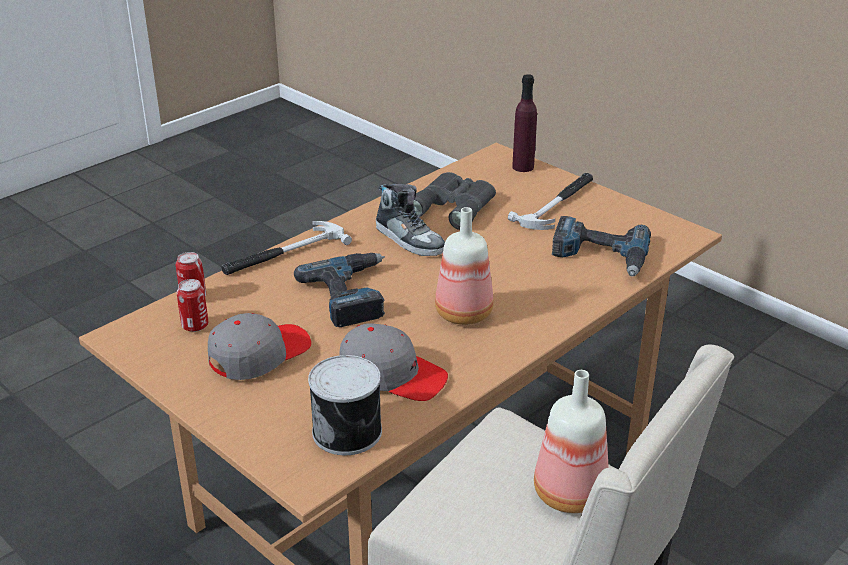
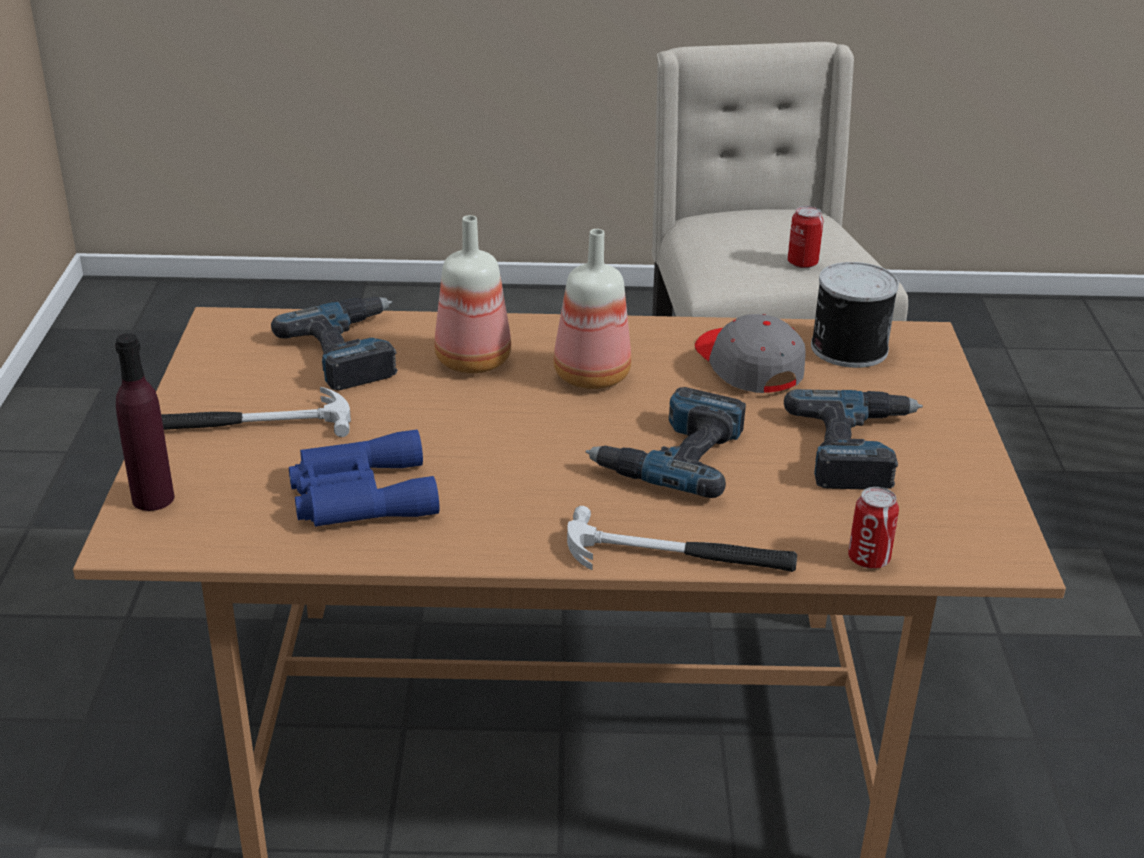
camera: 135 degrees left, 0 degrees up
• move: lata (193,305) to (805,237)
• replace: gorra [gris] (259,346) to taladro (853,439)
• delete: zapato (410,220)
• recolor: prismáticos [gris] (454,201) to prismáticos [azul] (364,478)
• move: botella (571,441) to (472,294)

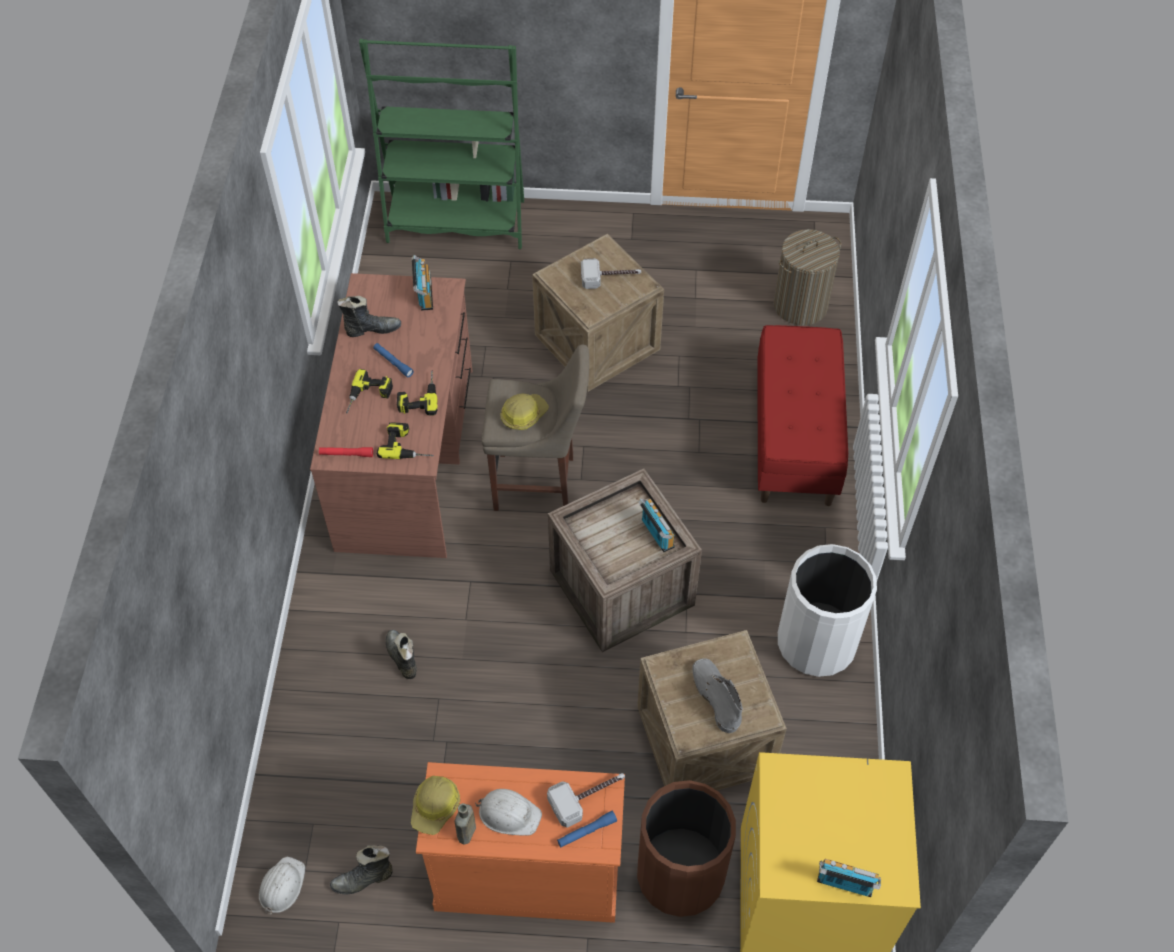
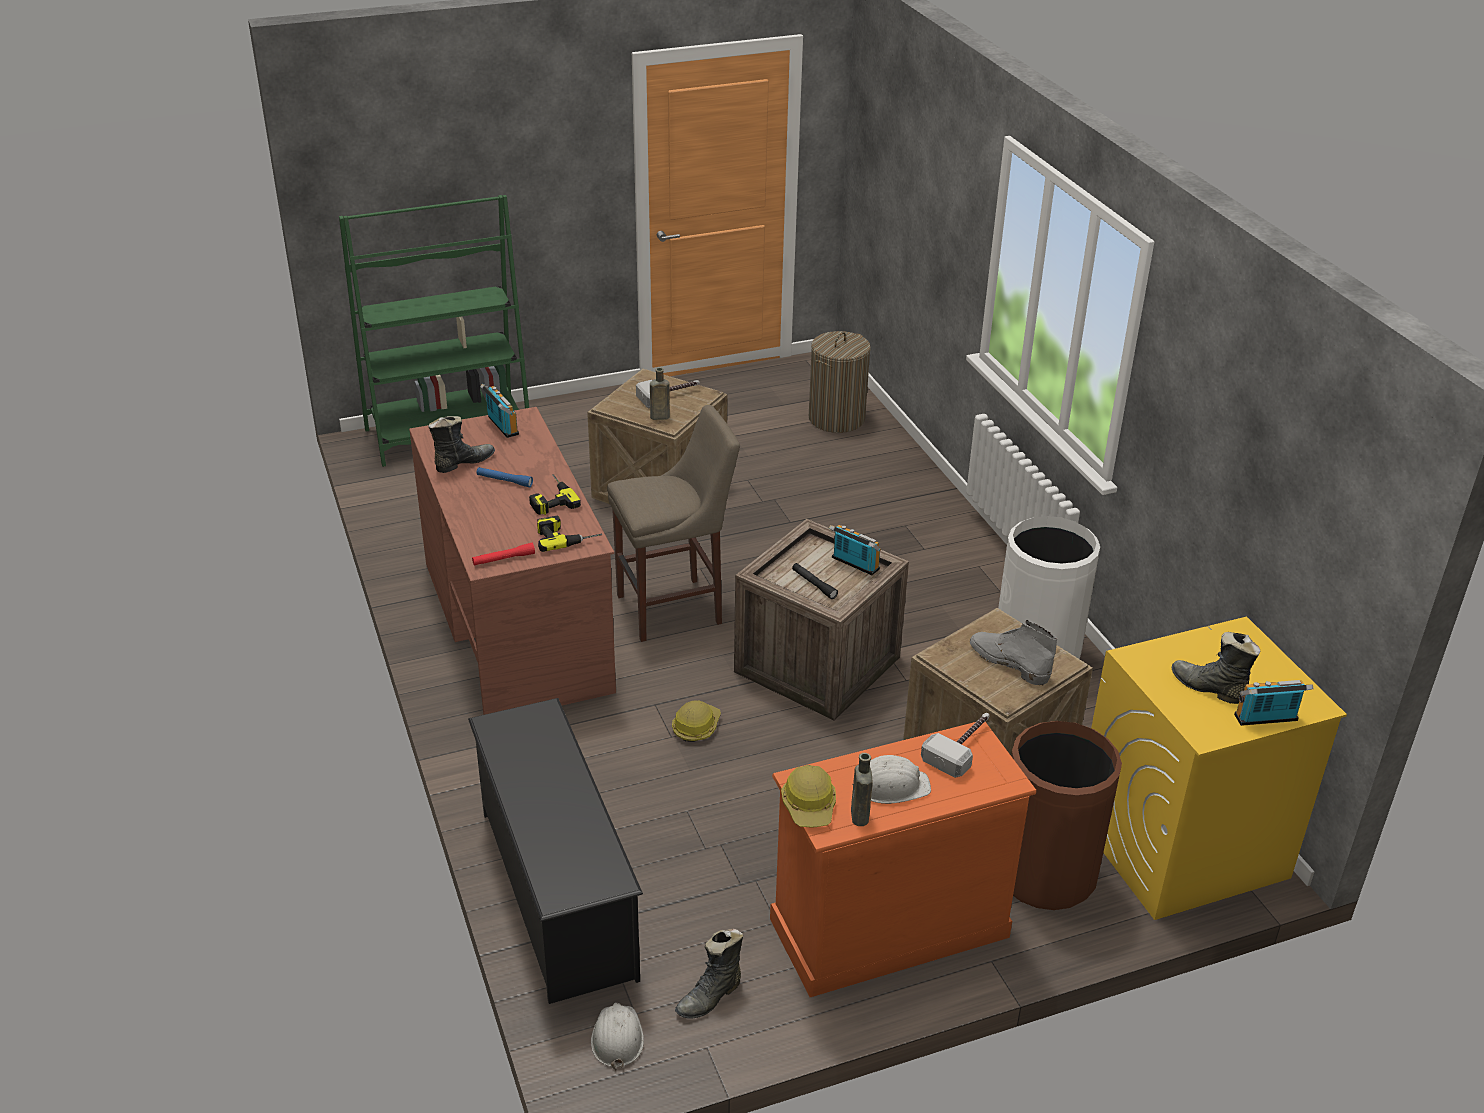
camera: 25 degrees left, 20 degrees down
• delete: taladro (369,391)
• move: bota [negro] (401,654) to (1216,668)
• move: casco (524,412) to (696,721)
• delete: linterna [azul] (587,829)
• delete: banco [rojo] (802,415)
• insert: zapatero [negro] (555,851)
• insert: botella [marrón] (660,393)
• insert: linterna [negro] (815,581)

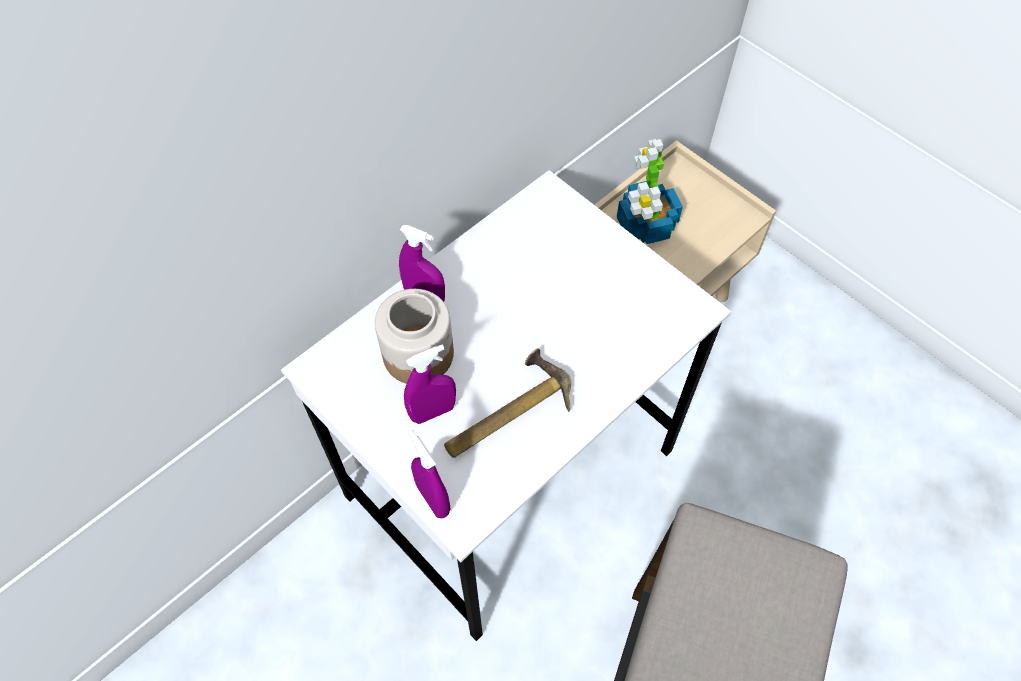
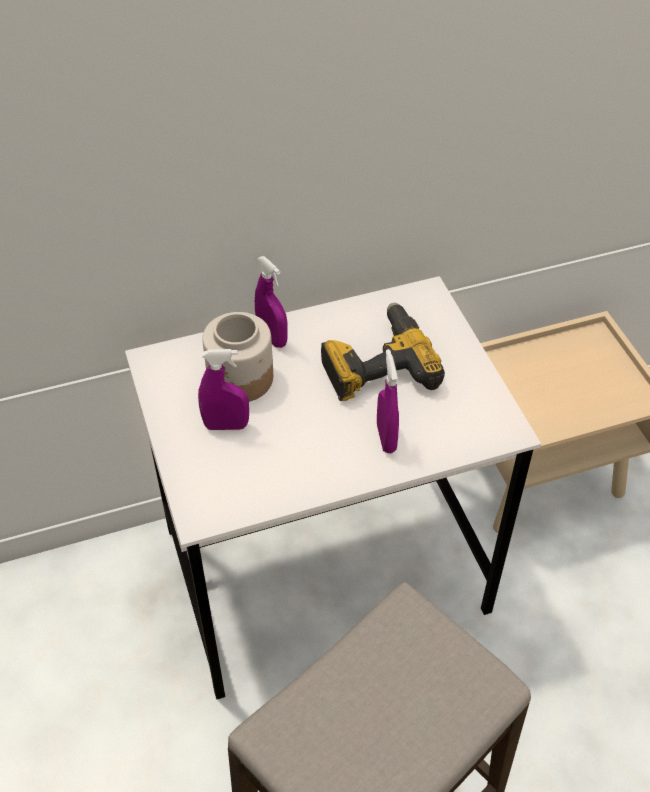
camera: 25 degrees right, 10 degrees down
• move: pulverizador [morado] (429,474) to (388,401)
• delete: martillo (507,403)
• delete: planta en maceta (650,191)
• insert: taladro (383,352)

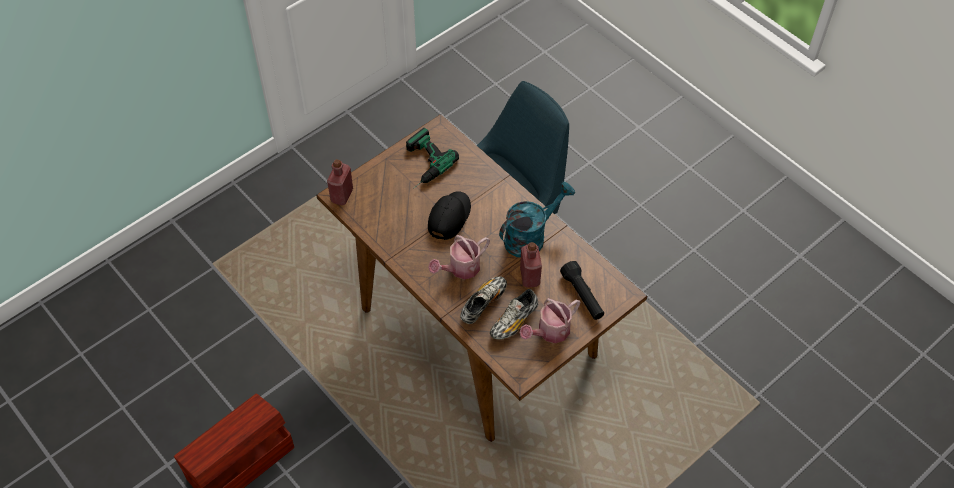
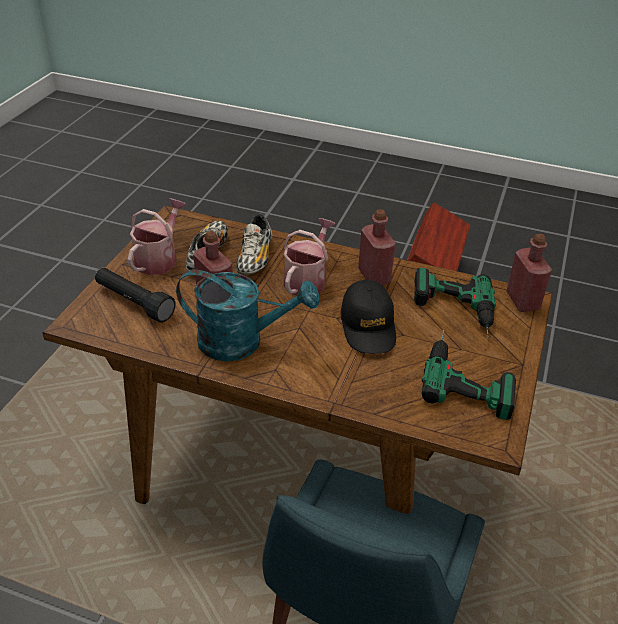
camera: 150 degrees right, 15 degrees down
• rotate: regadera [turquesa] (537,220) = (247,315) 105 degrees counterclockwise
• insert: botella [rojo] (377,247)
• insert: taladro (455,303)

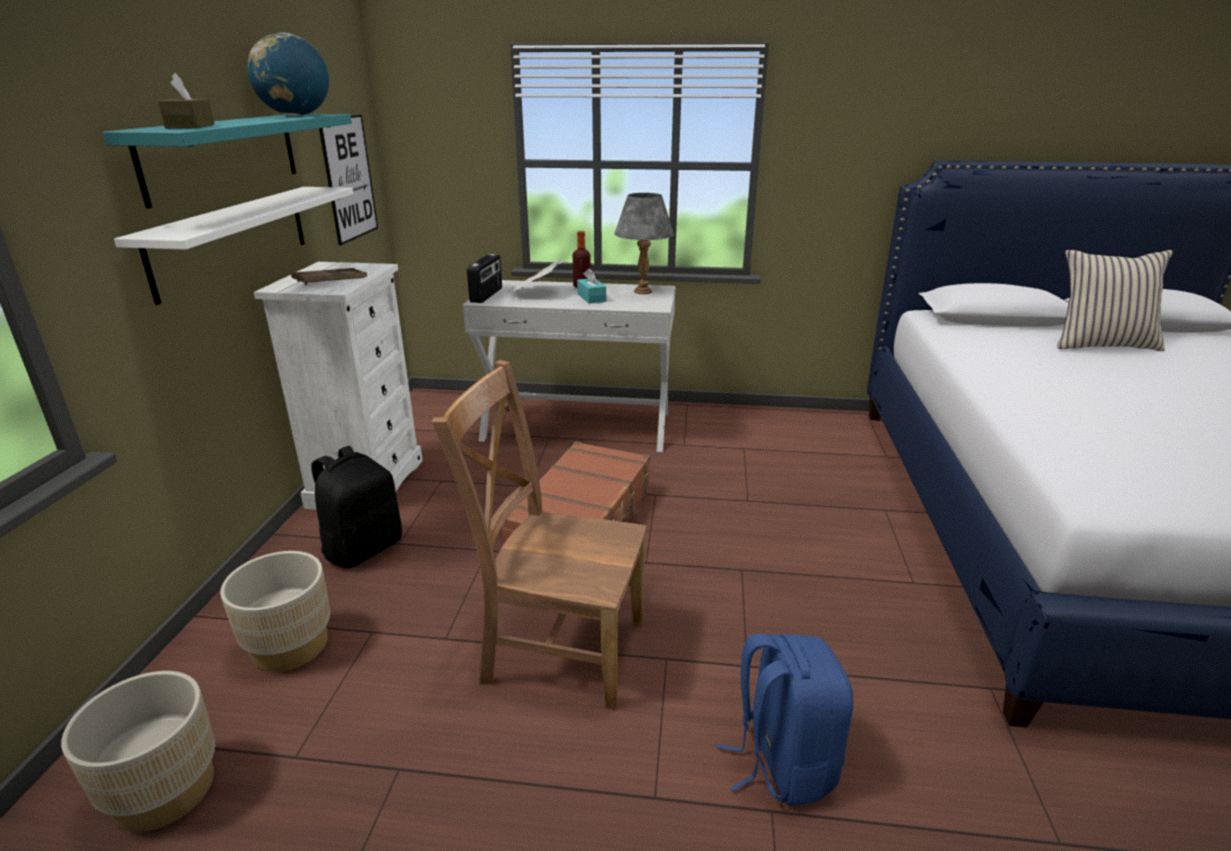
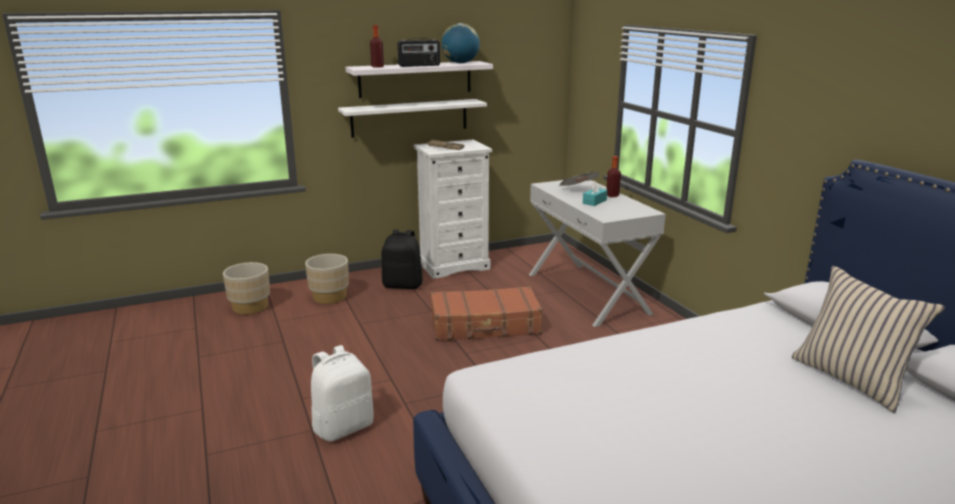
camera: 60 degrees right, 5 degrees down
• recolor: estante [turquesa] (227,161) to estante [blanco] (419,79)
• replace: caja de pañuelos [marrón] (186,101) to botella (377,46)
• delete: cuadro (348,180)
• delete: silla [marrón] (539,535)
• move: radio (484,278) to (419,52)
• delete: lámpara de mesa [gris] (644,243)
• recolor: mochila [azul] (785,720) to mochila [blanco] (342,393)

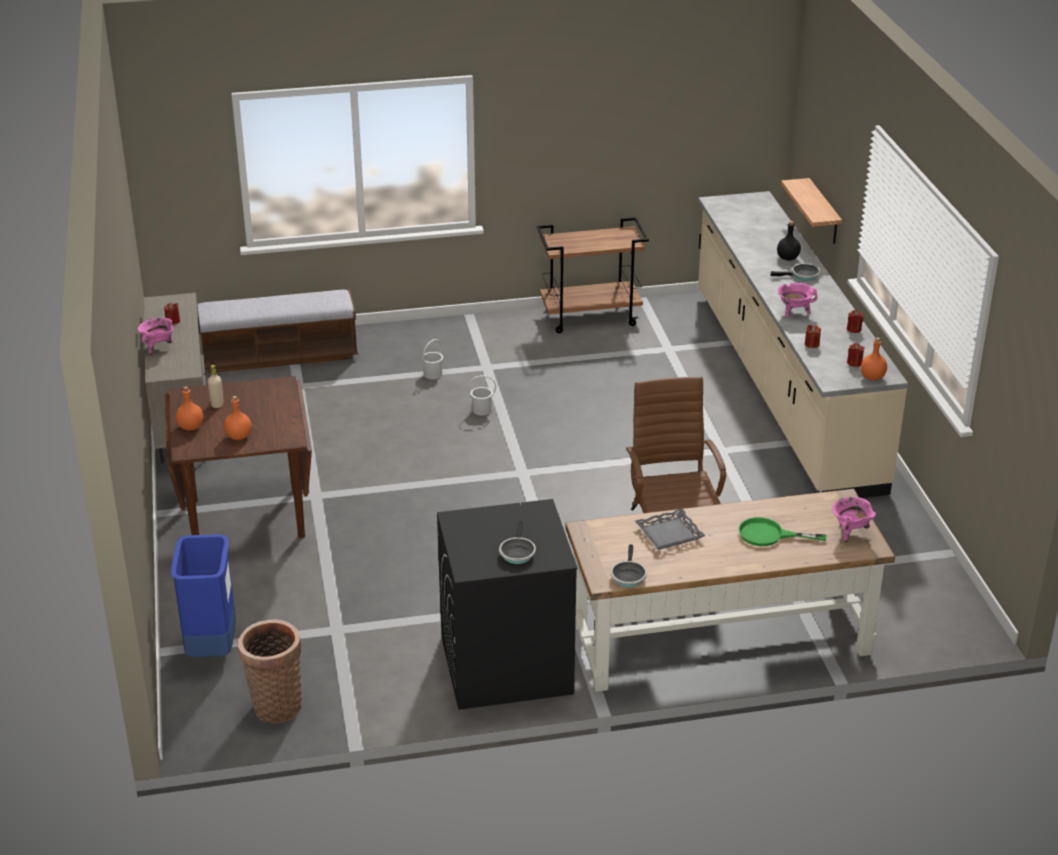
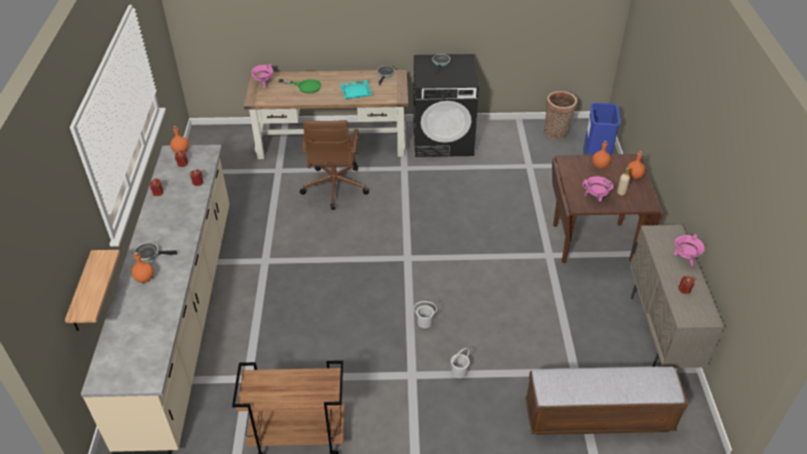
camera: 170 degrees left, 10 degrees up
• recolor: bandeja [gris] (670,529) to bandeja [turquesa] (356,89)
• recolor: botella [negro] (789,241) to botella [naranja] (143,267)
• move: olla [rosa] (797,300) to (597,189)

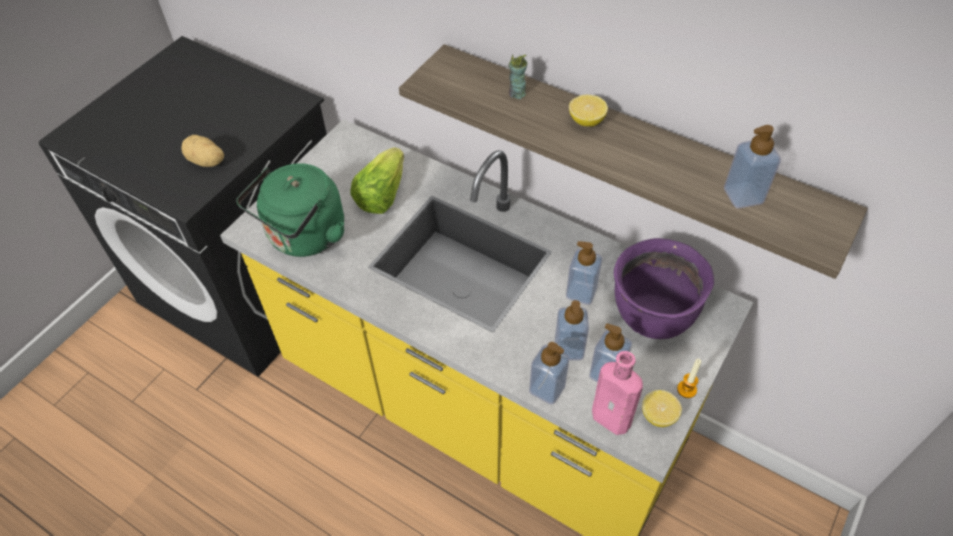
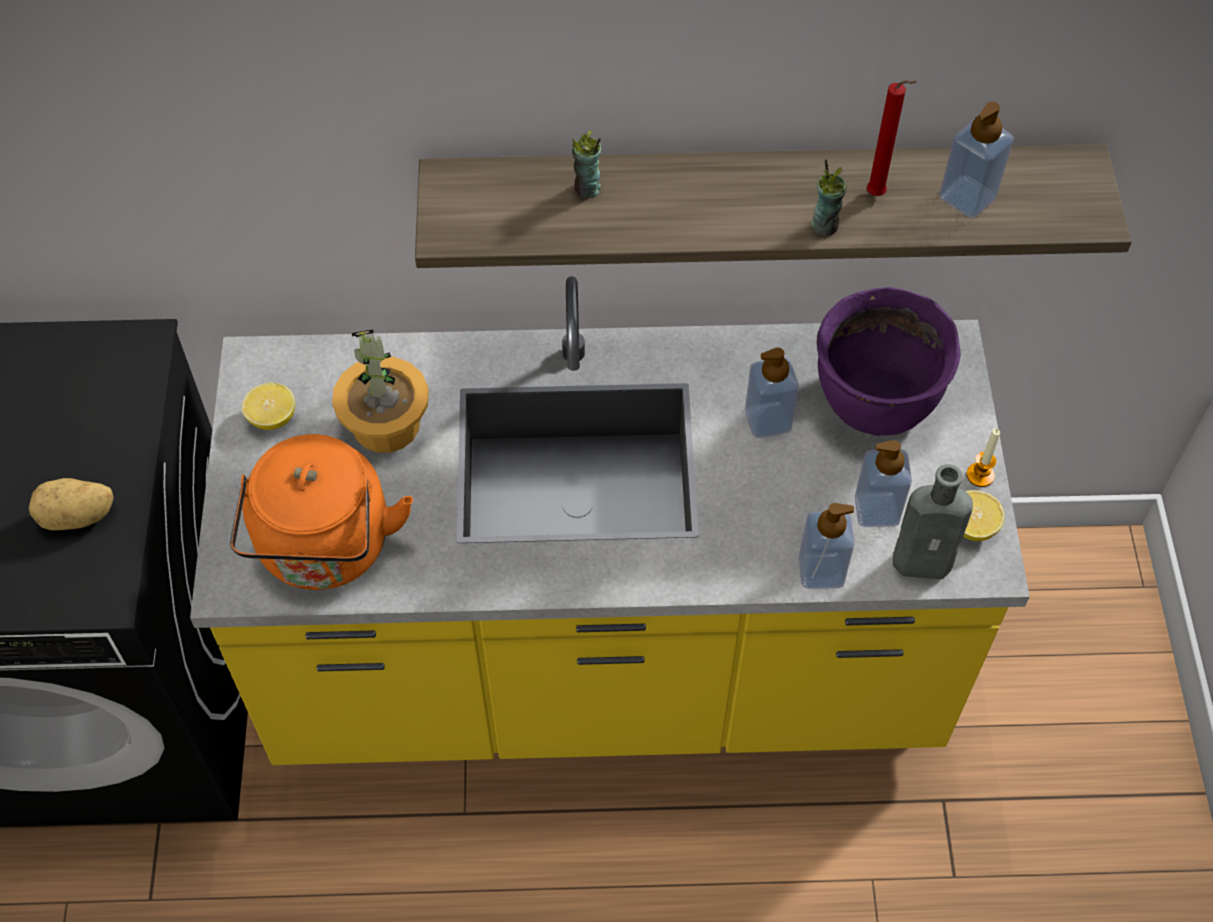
camera: 35 degrees left, 5 degrees up
• recolor: hervidor [verde] (290,210) to hervidor [naranja] (321,512)
• replace: lechuga (377,180) to planta en maceta (380,391)
• delete: dispensador de jabón (572,330)
• move: limón (588,111) to (268,406)
• recolor: botella [rosa] (617,393) to botella [gris] (933,521)
• insert: taza (829,197)
• insert: vela [rojo] (892,138)

